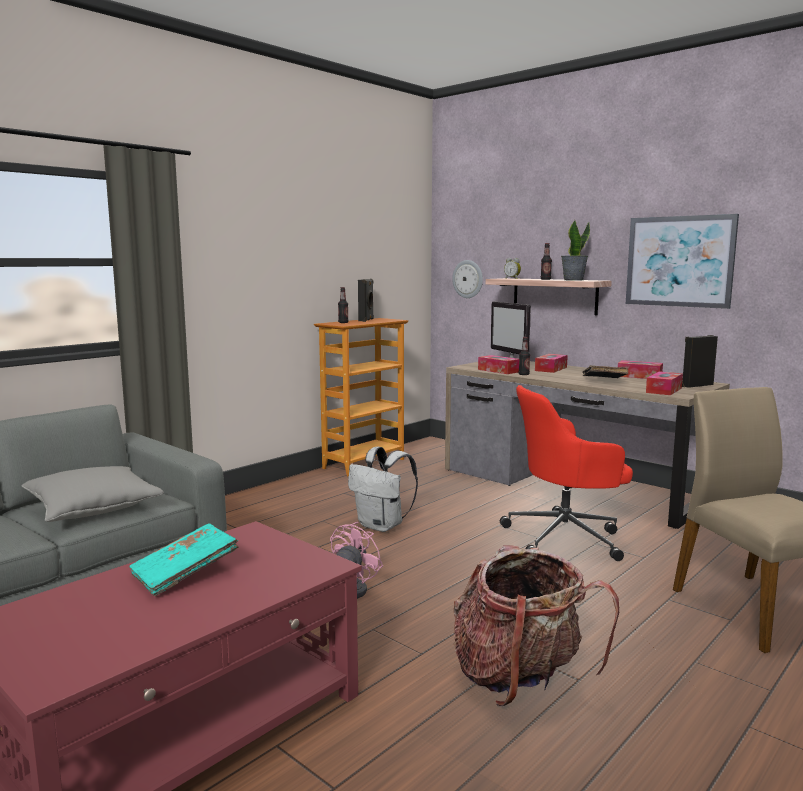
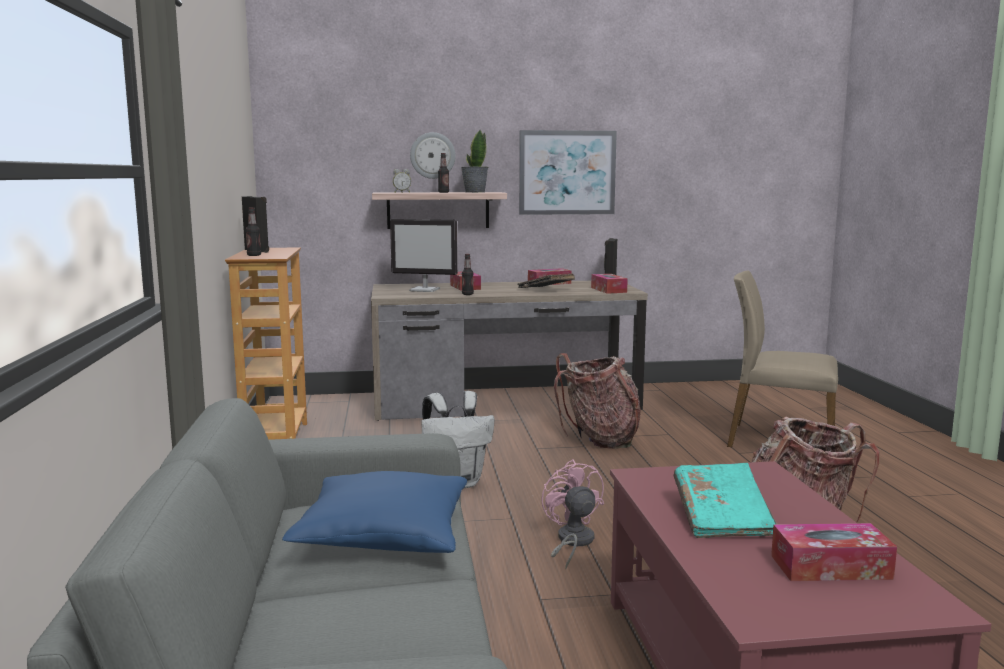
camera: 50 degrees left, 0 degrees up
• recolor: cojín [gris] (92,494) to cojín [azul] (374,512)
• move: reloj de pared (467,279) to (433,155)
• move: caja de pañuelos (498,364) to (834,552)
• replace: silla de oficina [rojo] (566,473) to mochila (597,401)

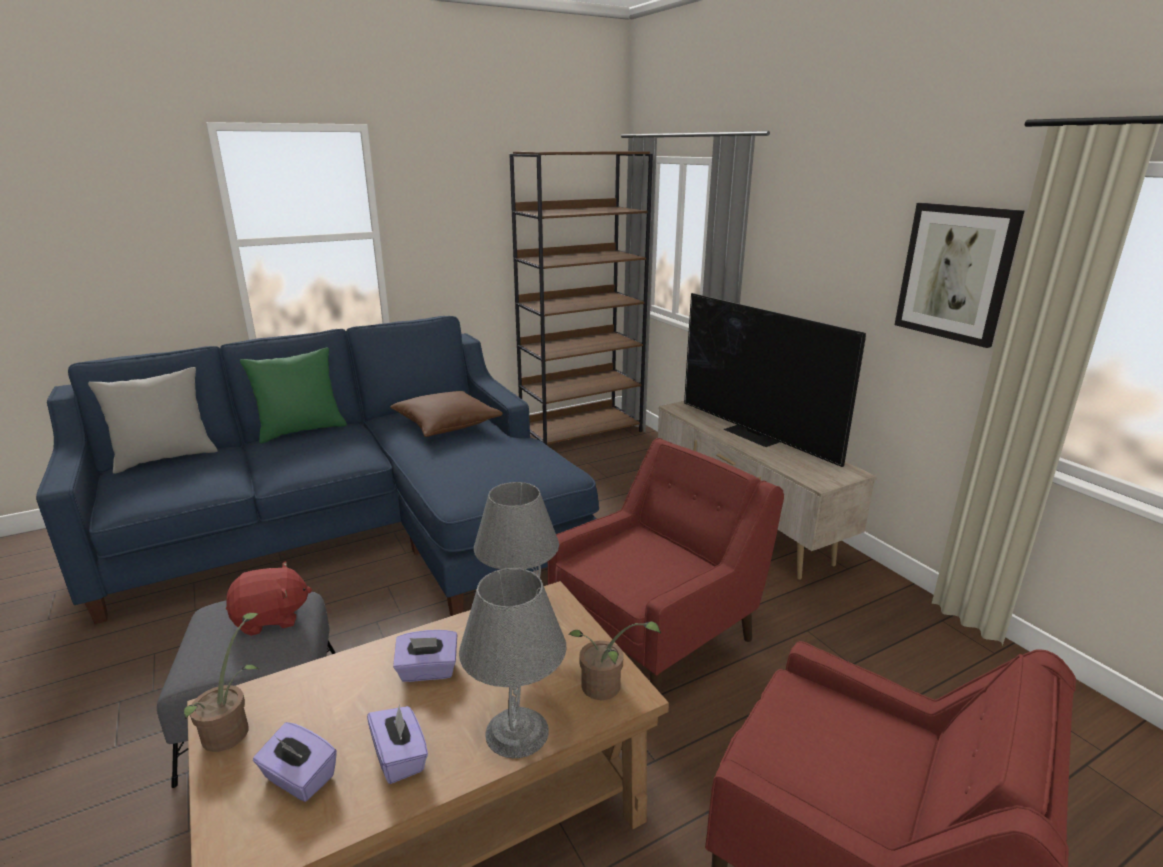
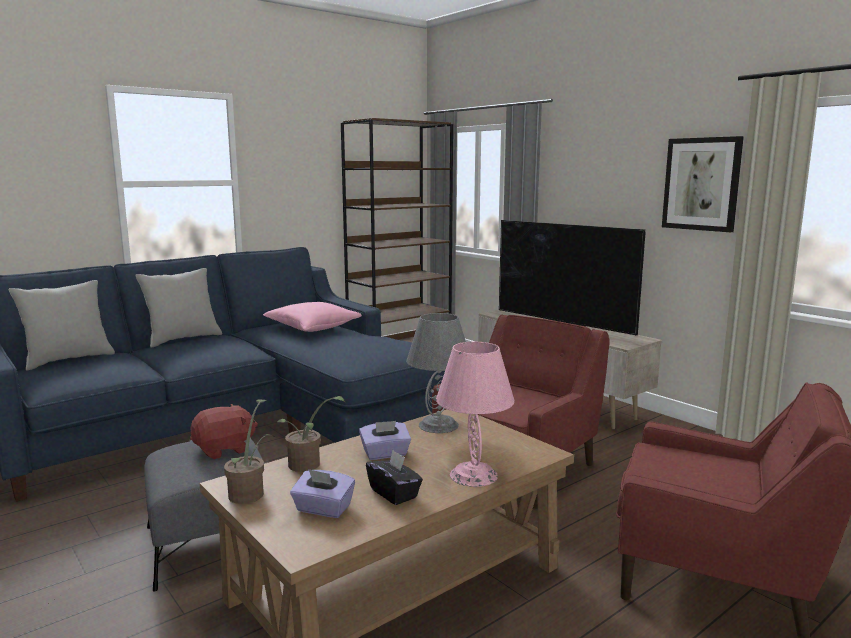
camera: 10 degrees left, 10 degrees down
• recolor: cojín [verde] (293,396) to cojín [gris] (178,308)
• recolor: caja de pañuelos [morado] (397,743) to caja de pañuelos [negro] (394,477)
• recolor: cojín [marrón] (446,414) to cojín [rosa] (312,317)
• recolor: lámpara de mesa [gris] (512,663) to lámpara de mesa [rosa] (475,414)
• move: planta en maceta (614,660) to (311,434)

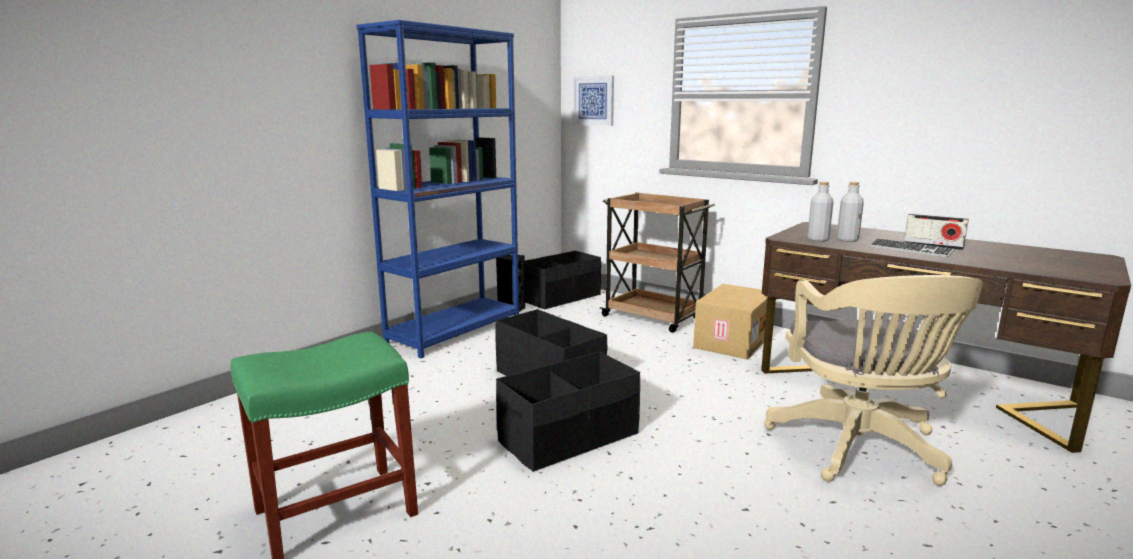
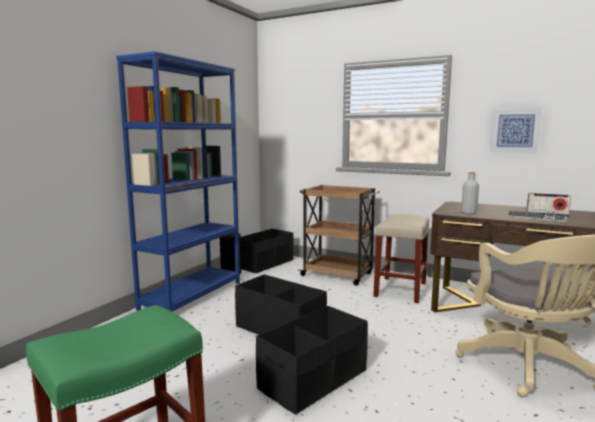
camera: 10 degrees left, 5 degrees down
• move: cuadro (593,101) to (516,130)
• replace: caja de cartón (730,322) to taburete [beis] (401,258)
• delete: botella [gris] (850,212)

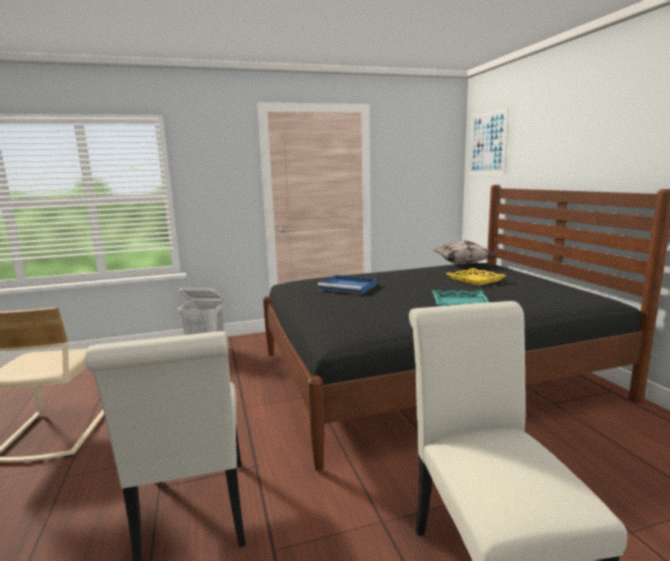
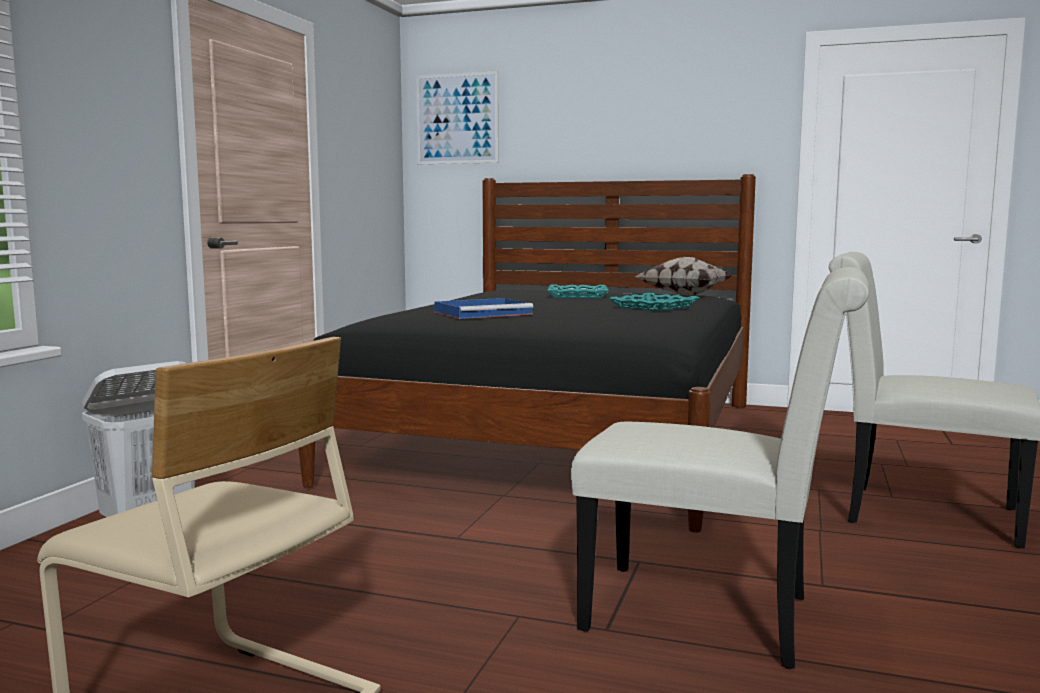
camera: 55 degrees left, 5 degrees down
• move: cojín (465,252) to (683,276)
• recolor: bandeja [amarillo] (476,277) to bandeja [turquesa] (578,291)

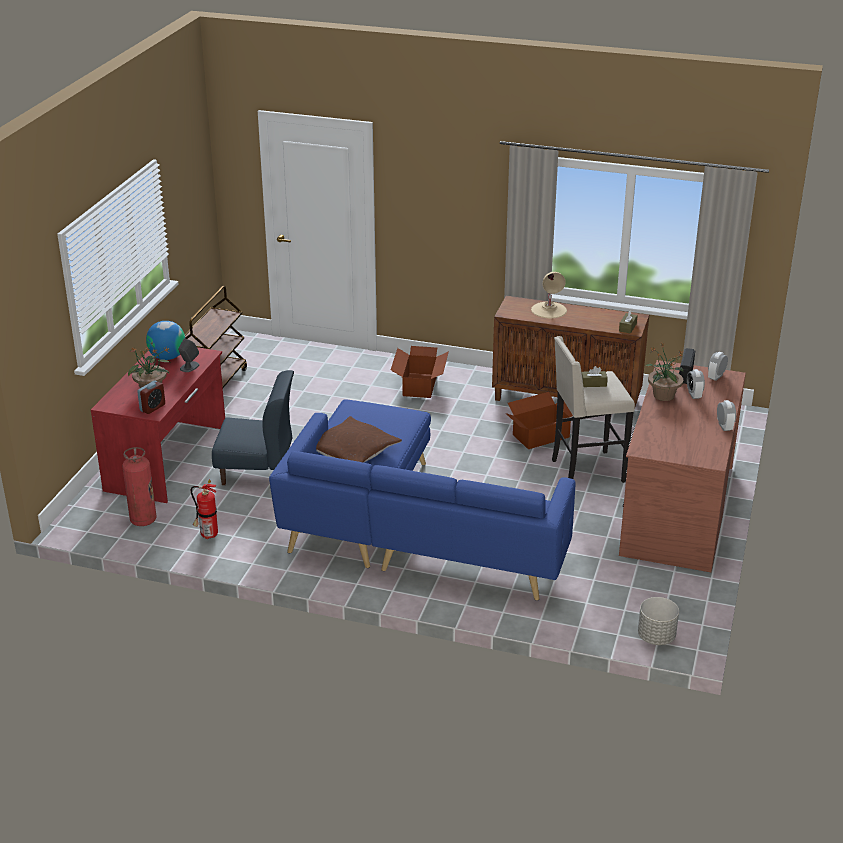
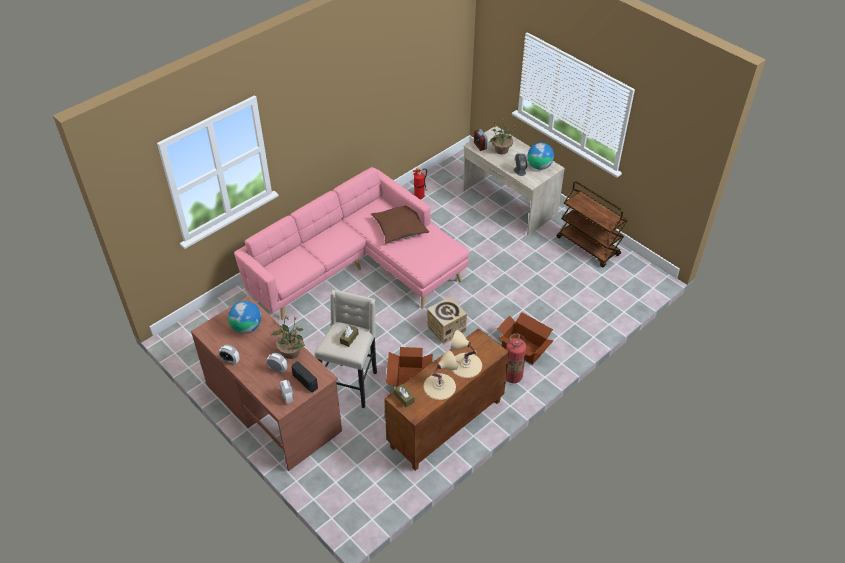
camera: 120 degrees right, 15 degrees up
• recolor: escritorio [rojo] (158,425) to escritorio [beis] (514,180)
• move: extintor (139,486) to (516,358)
• delete: silla [azul] (253,427)
• recolor: sofá [azul] (422,499) to sofá [rosa] (351,243)
• delete: maceta [gris] (658,621)
• insert: globo terráqueo (244,317)
• insert: lámpara de mesa [beis] (441,375)
• insert: caja de cartón (447,321)

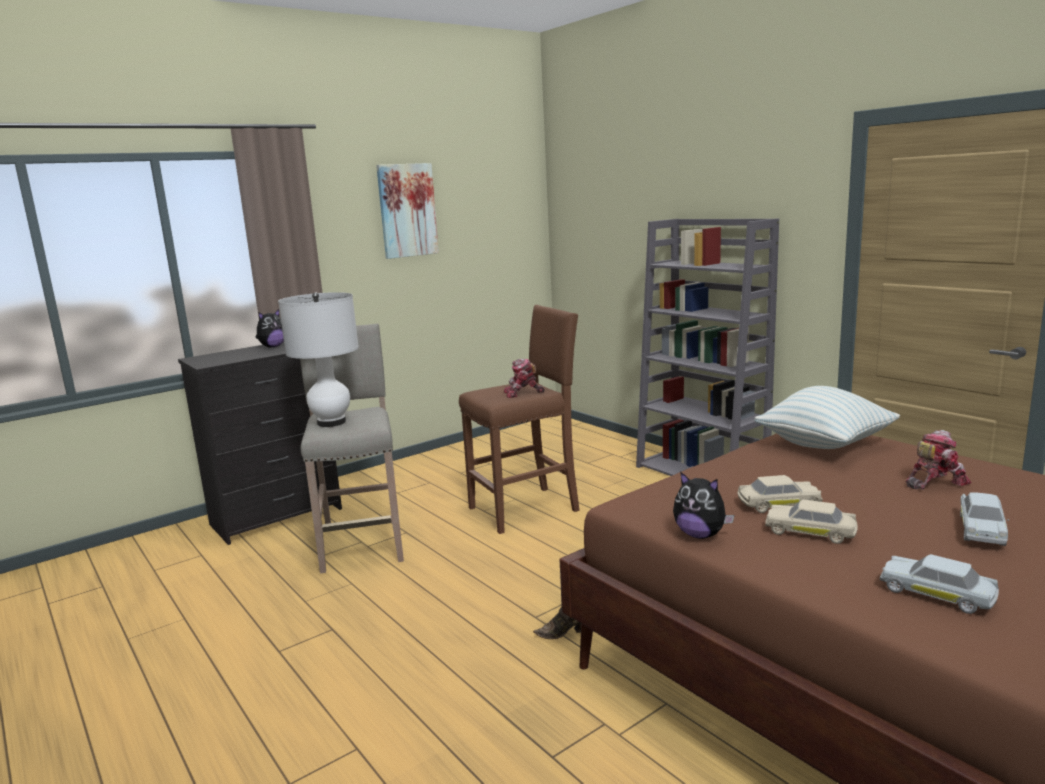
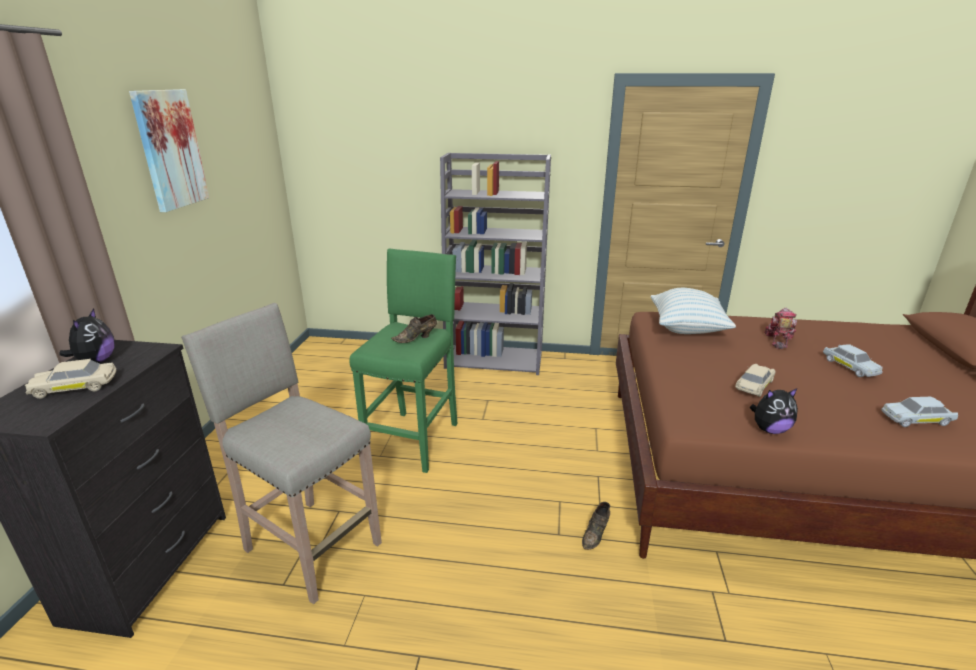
camera: 45 degrees left, 10 degrees up
• delete: lámpara de mesa [blanco] (318,359)
• recolor: taburete [marrón] (519,419) to taburete [verde] (404,360)
• replace: robot de juguete (524,378) to zapato [marrón] (414,328)
• move: coche de juguete [beis] (811,521) to (70,379)

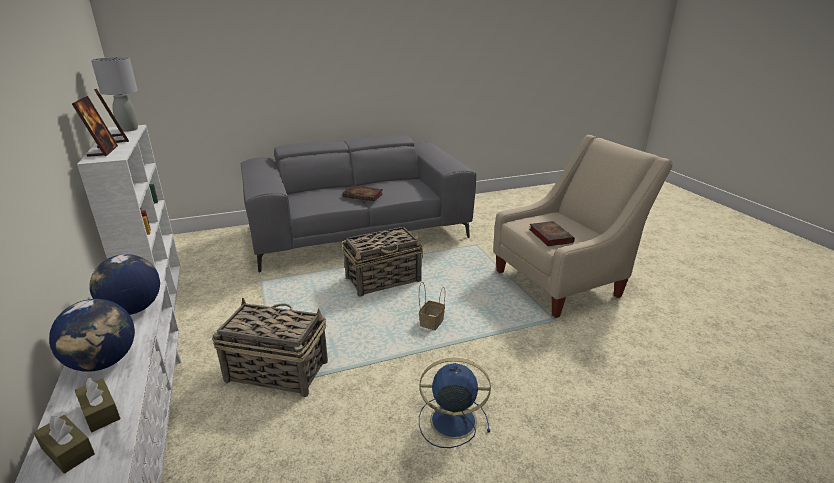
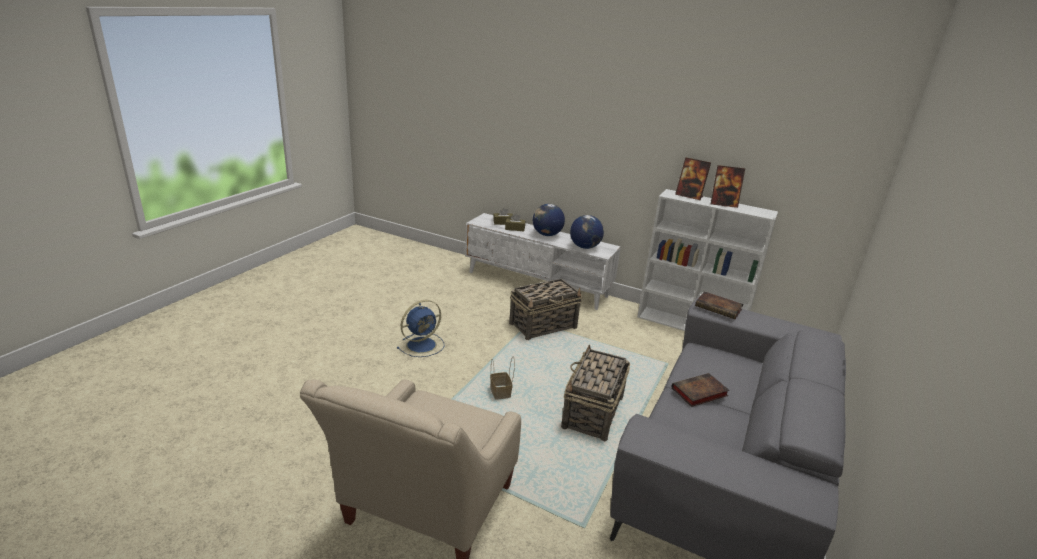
camera: 135 degrees right, 0 degrees up
• delete: lámpara de mesa [gris] (114,94)
• move: libro (552,233) to (719,305)

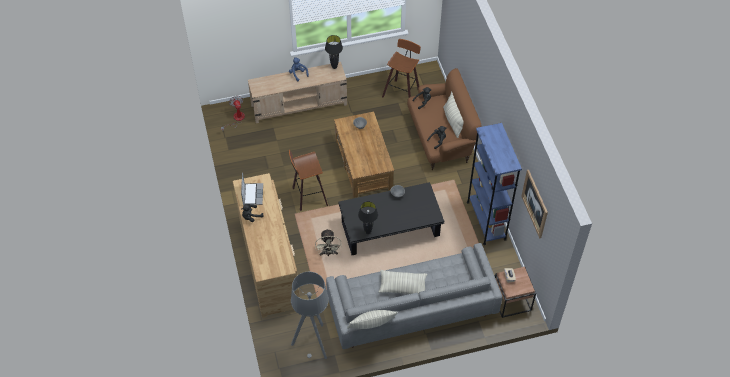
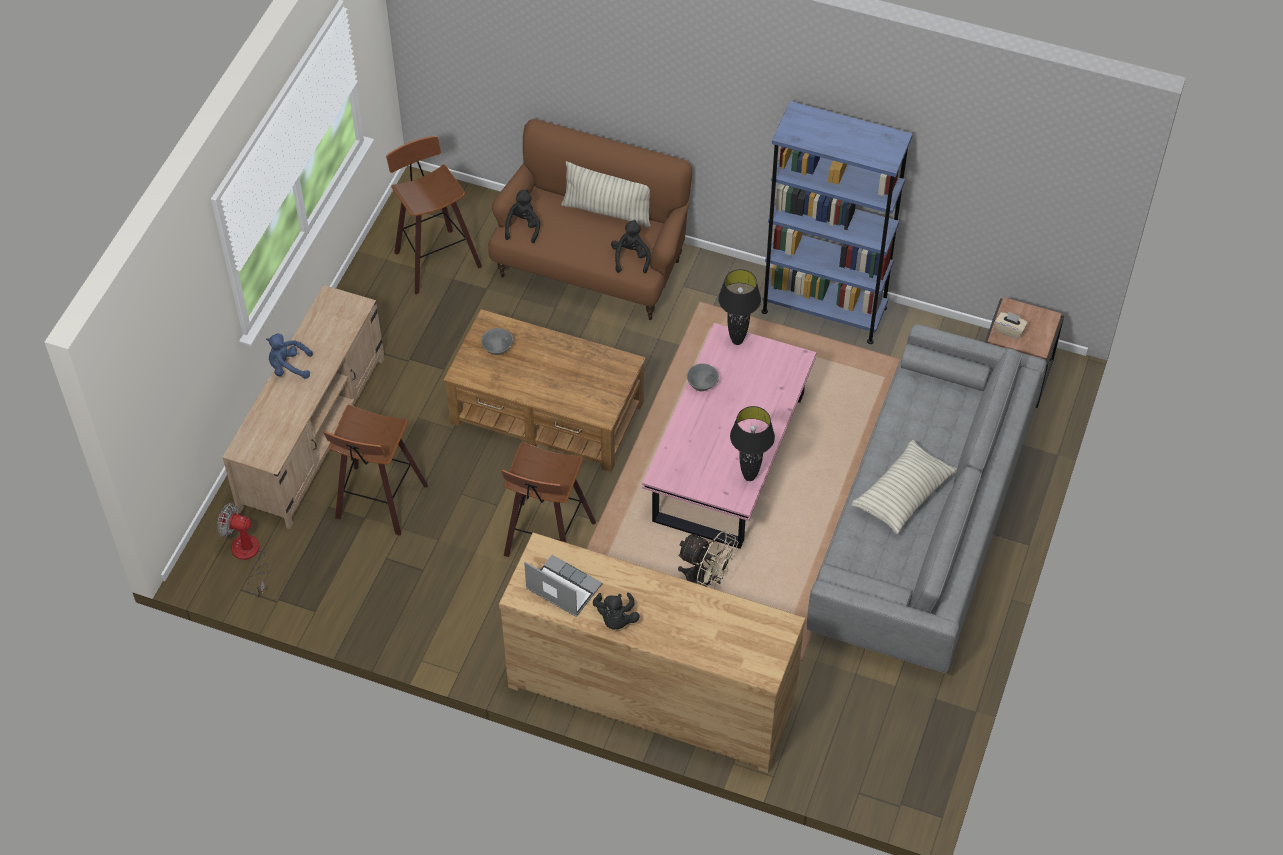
camera: 55 degrees left, 0 degrees up
• delete: lámpara de pie [gris] (310,315)
• move: lámpara de mesa [negro] (334,52) to (739,307)
• recolor: mesa de centro [negro] (391,218) to mesa de centro [rosa] (729,436)
• delete: cojín (372,319)
• delete: cuadro (534,204)
• insert: taburete (375,470)

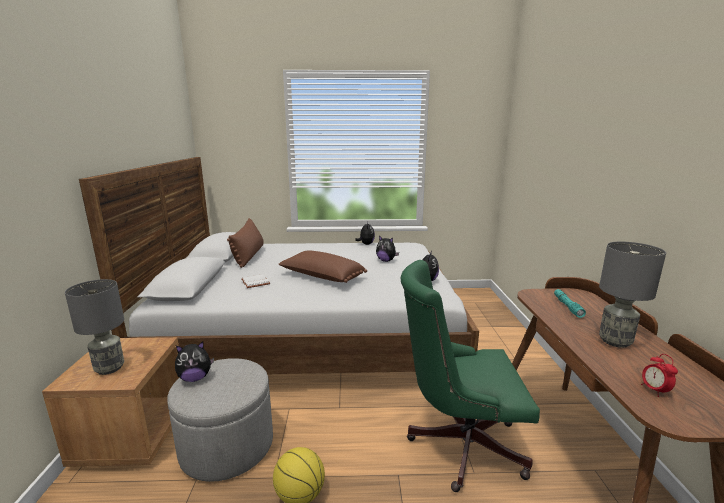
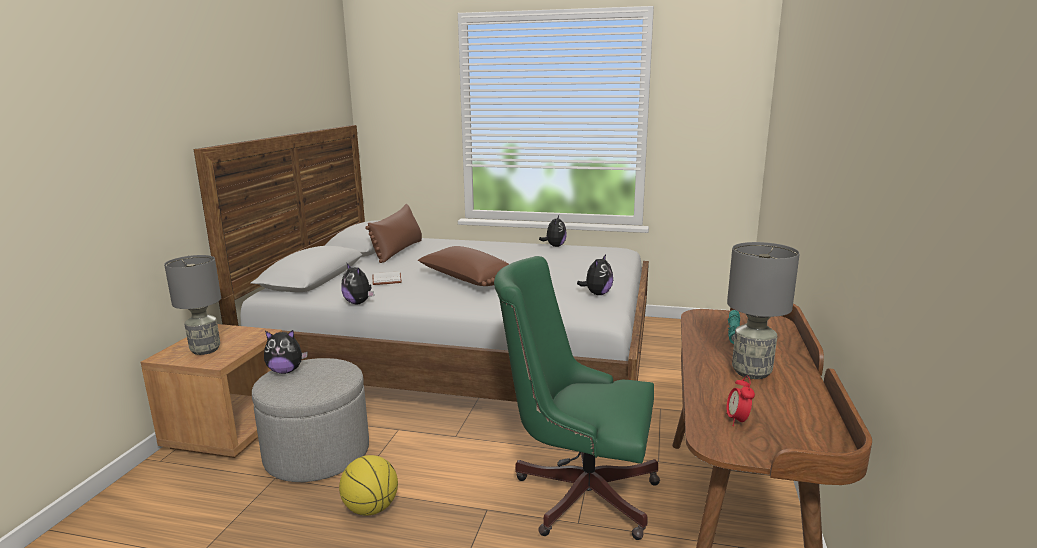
camera: 15 degrees right, 0 degrees up
• move: peluche (387,249) to (357,284)

